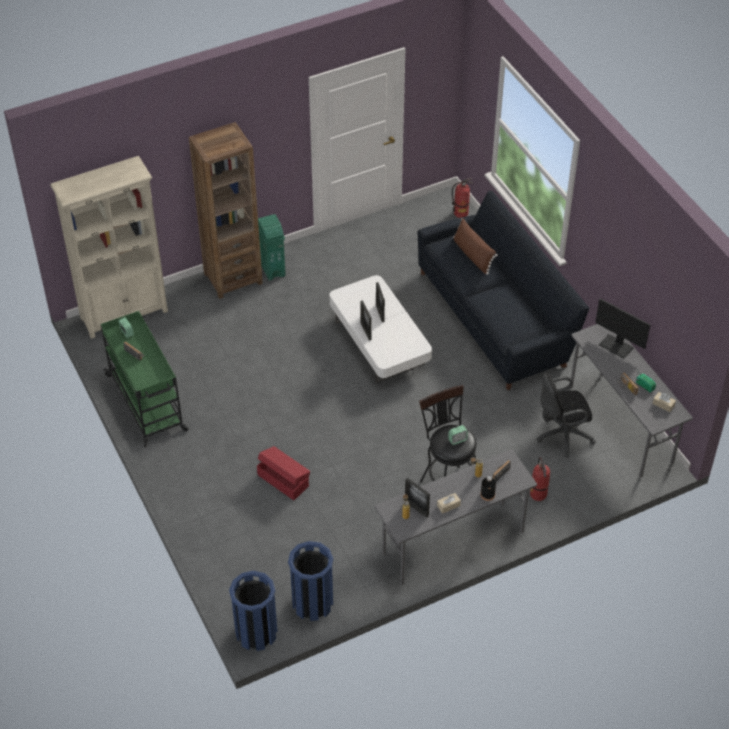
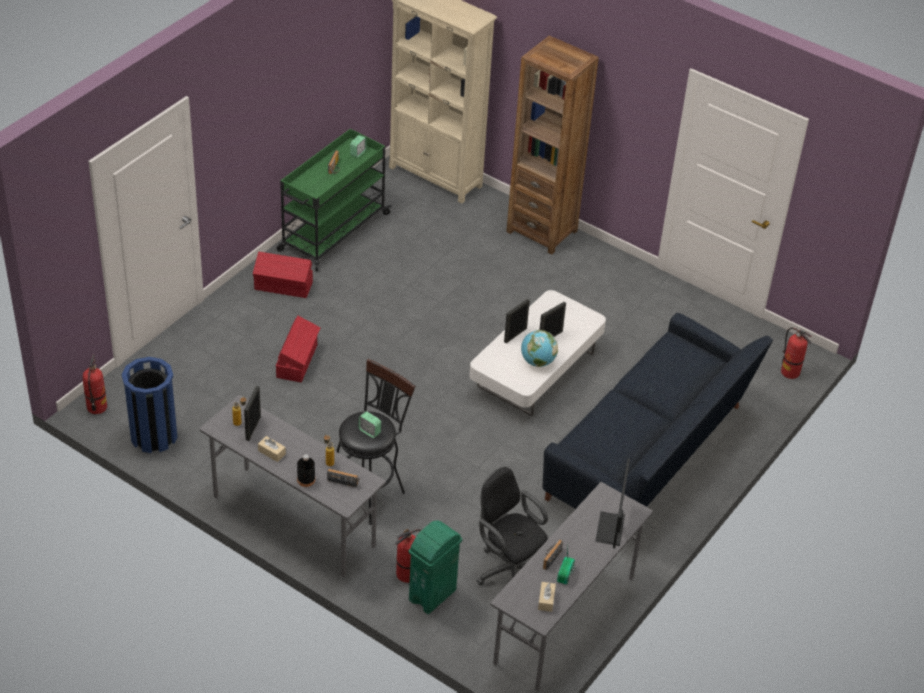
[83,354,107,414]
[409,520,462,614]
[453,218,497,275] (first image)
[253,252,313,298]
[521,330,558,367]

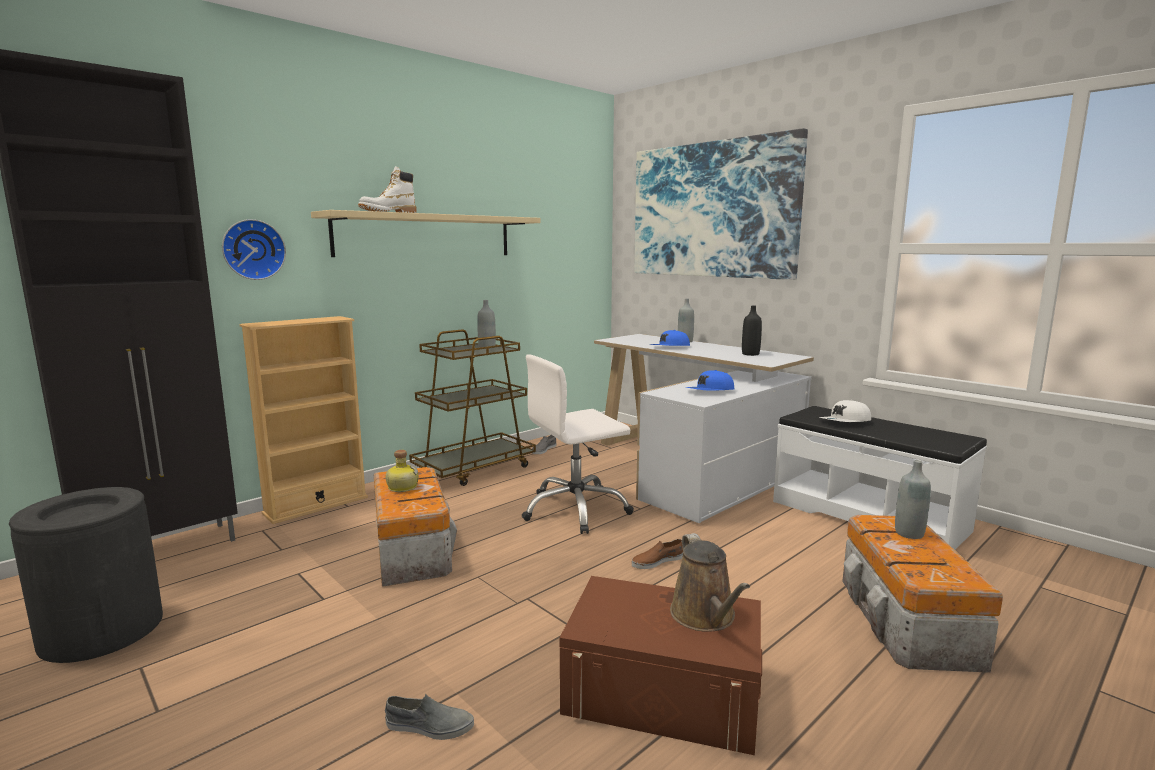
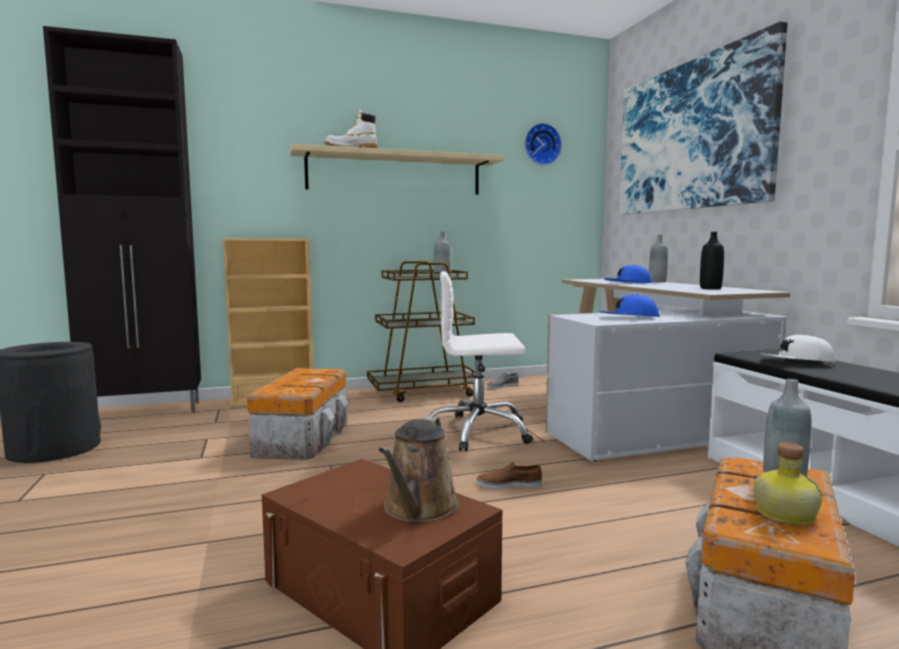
[525,123,562,166]
[753,442,823,525]
[385,694,474,740] (first image)

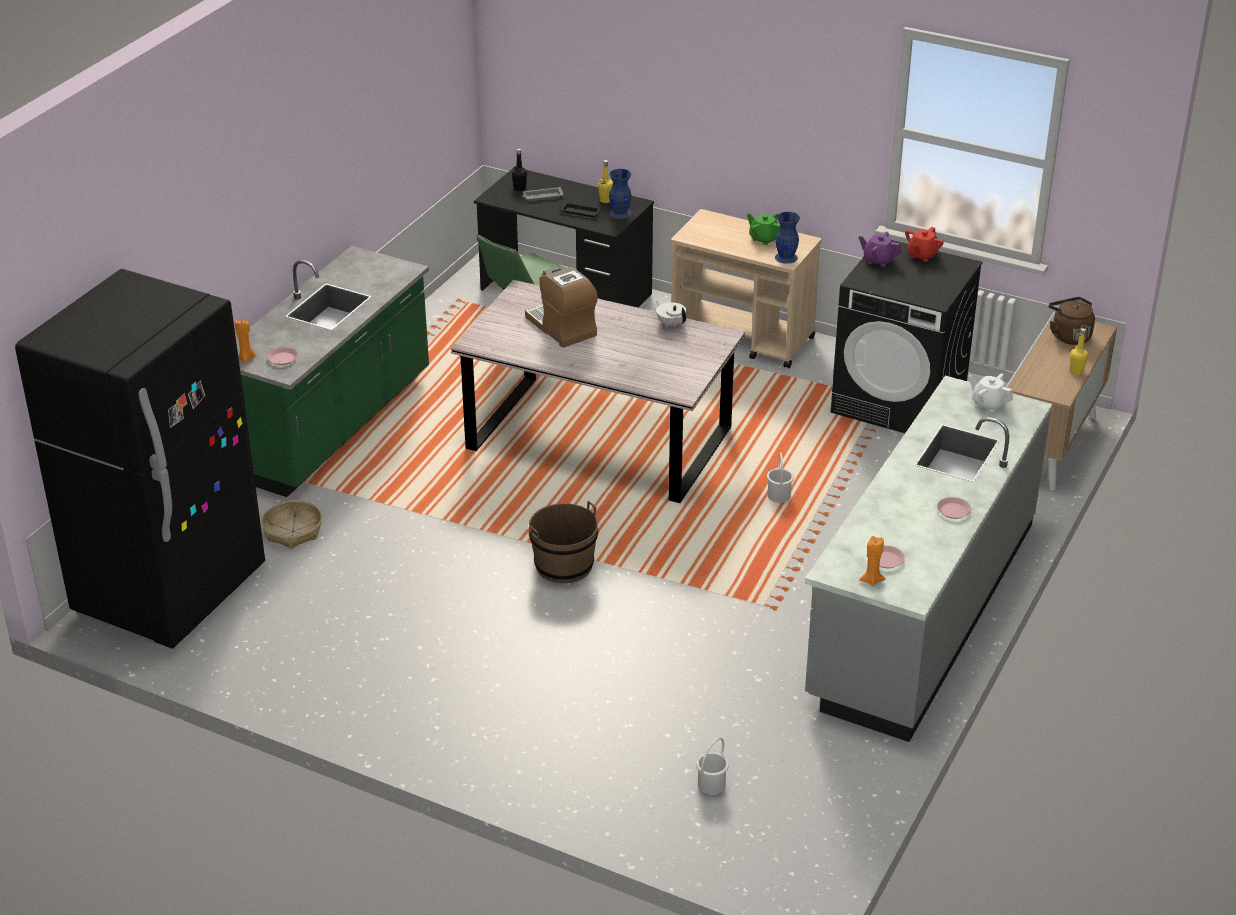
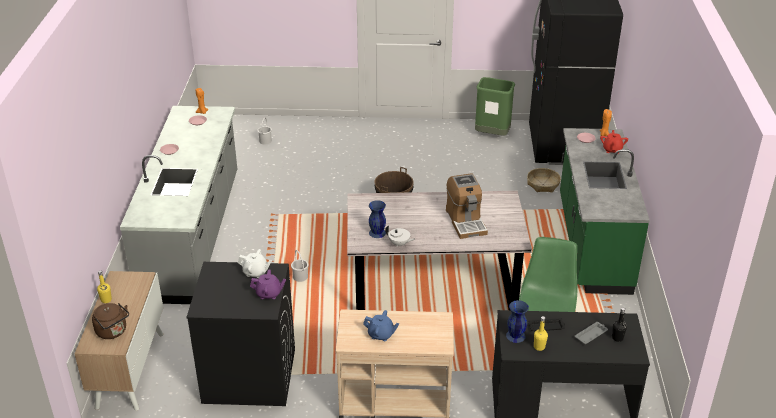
[446,173,488,239]
[363,310,399,341]
[369,200,386,238]
[600,130,628,154]
[238,249,272,278]
[475,77,515,135]

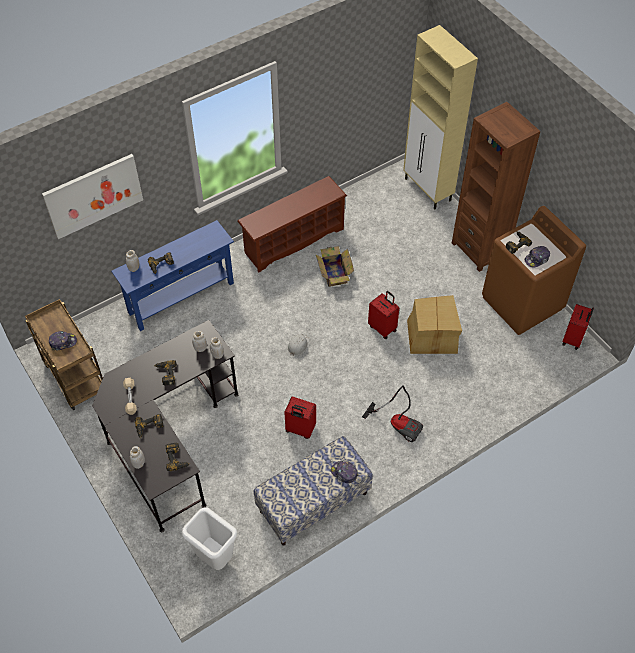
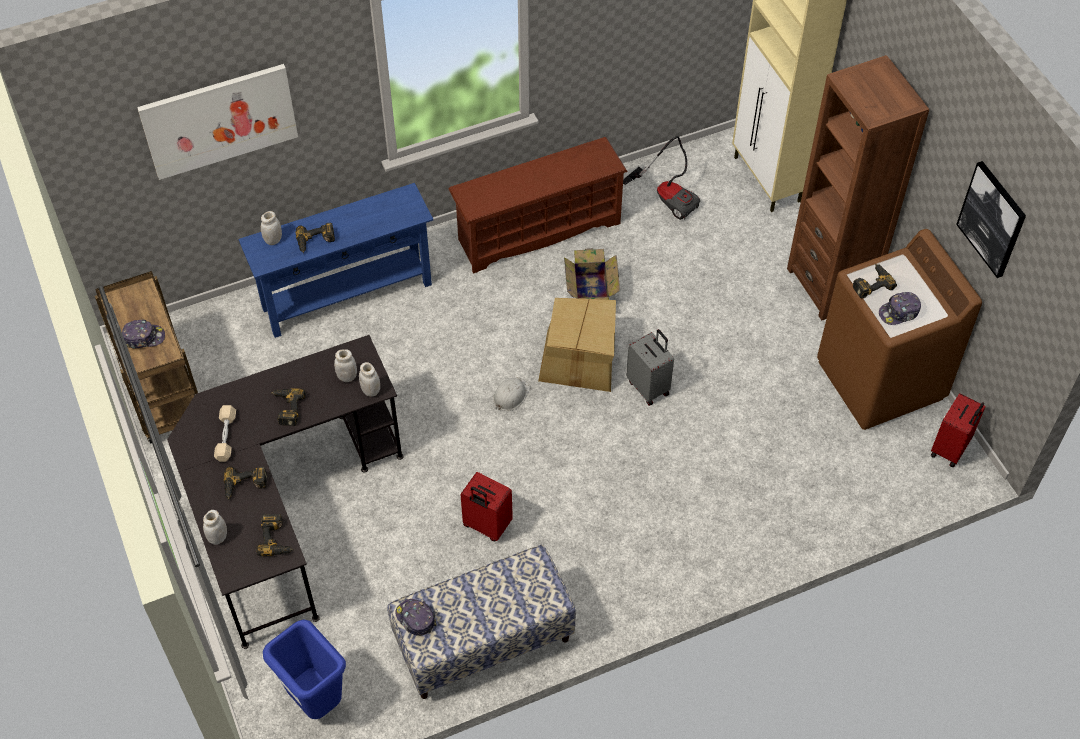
[263,619,346,719]
[395,599,437,636]
[623,136,700,220]
[626,329,674,406]
[538,298,616,392]
[956,161,1026,278]

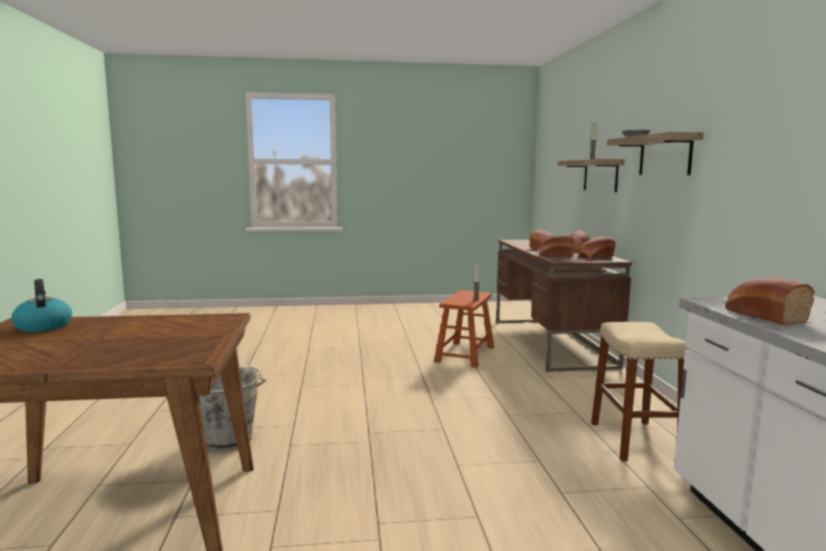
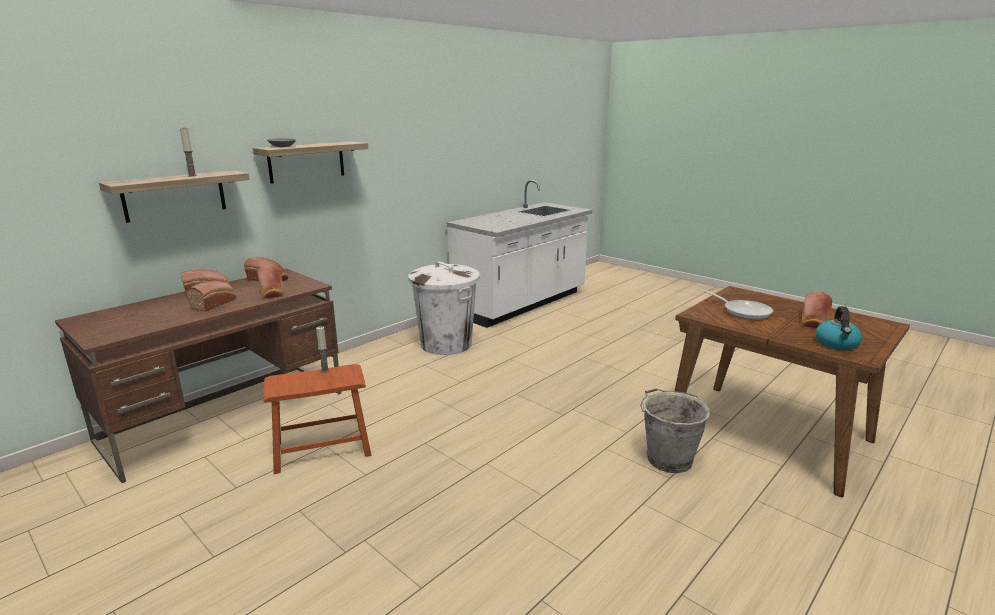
[408,261,480,355]
[801,291,832,328]
[702,290,773,320]

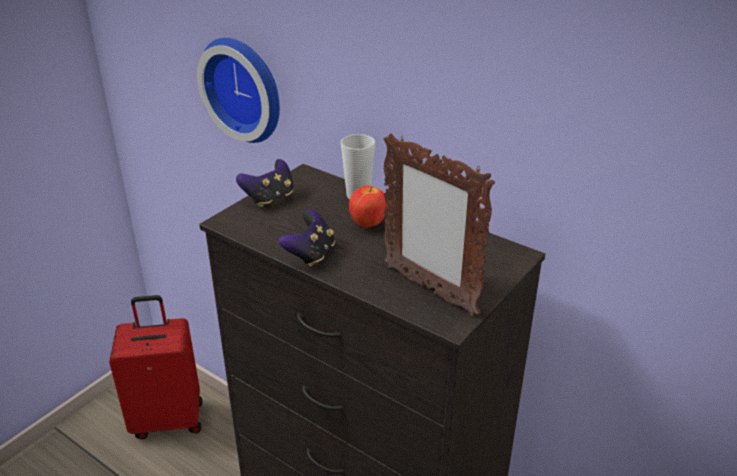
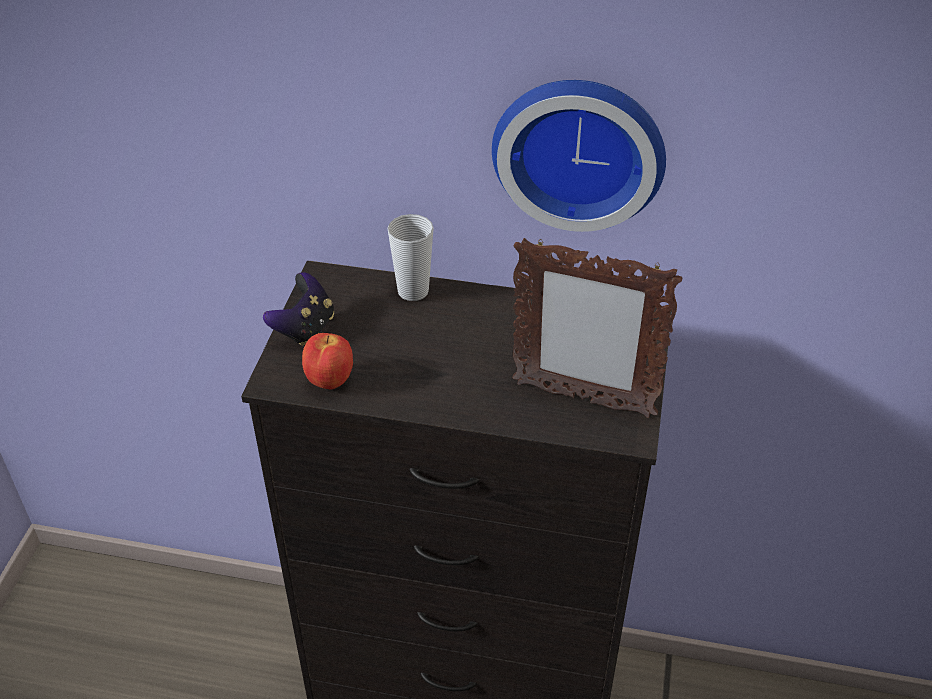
[109,295,203,439] (first image)
[492,80,666,232]
[279,209,335,267] (first image)
[302,333,353,389]

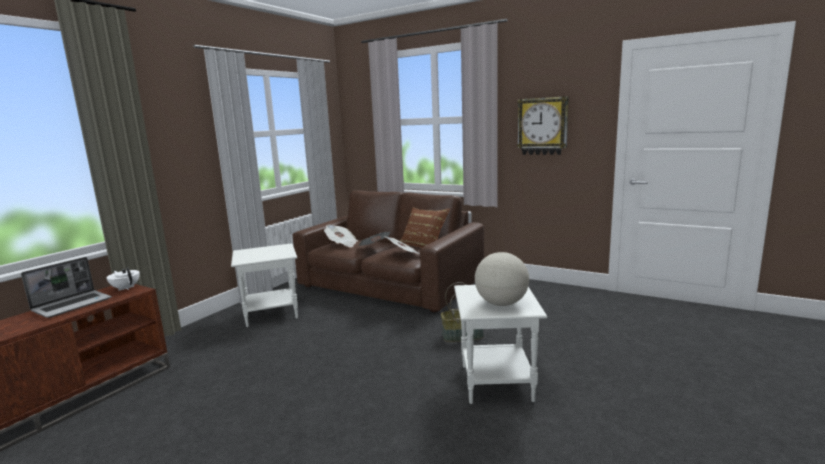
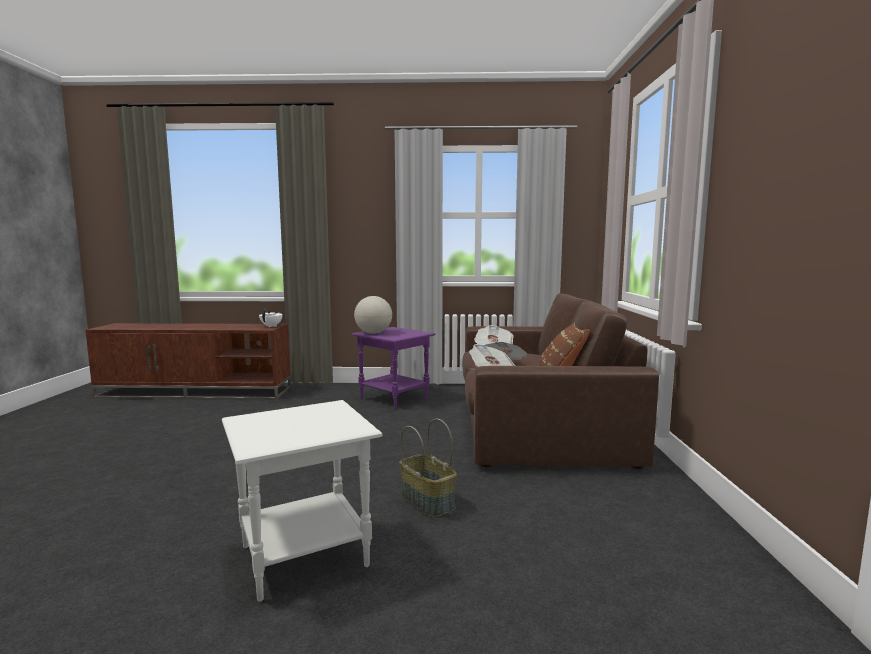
[21,257,112,318] (first image)
[351,327,436,410]
[354,296,392,334]
[517,96,569,155] (first image)

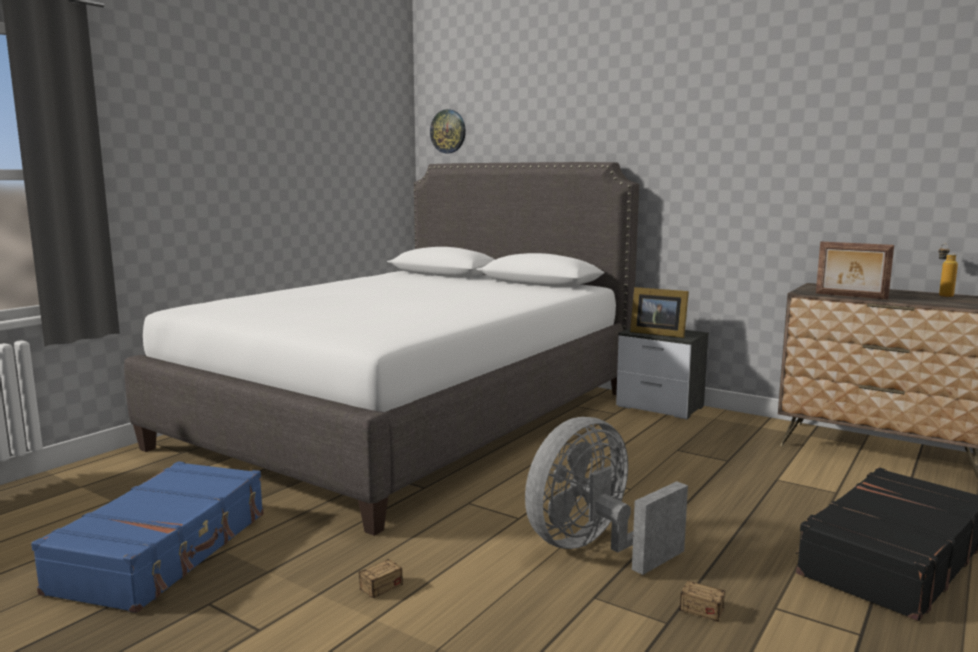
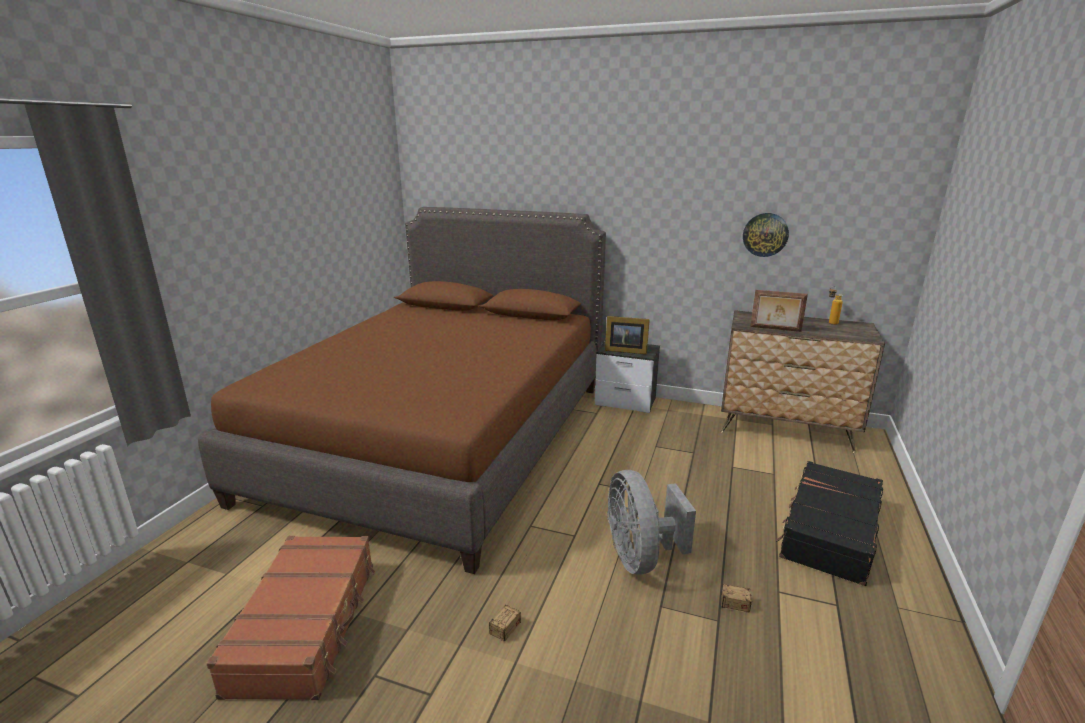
[206,536,375,700]
[198,207,606,574]
[743,213,789,257]
[607,470,696,575]

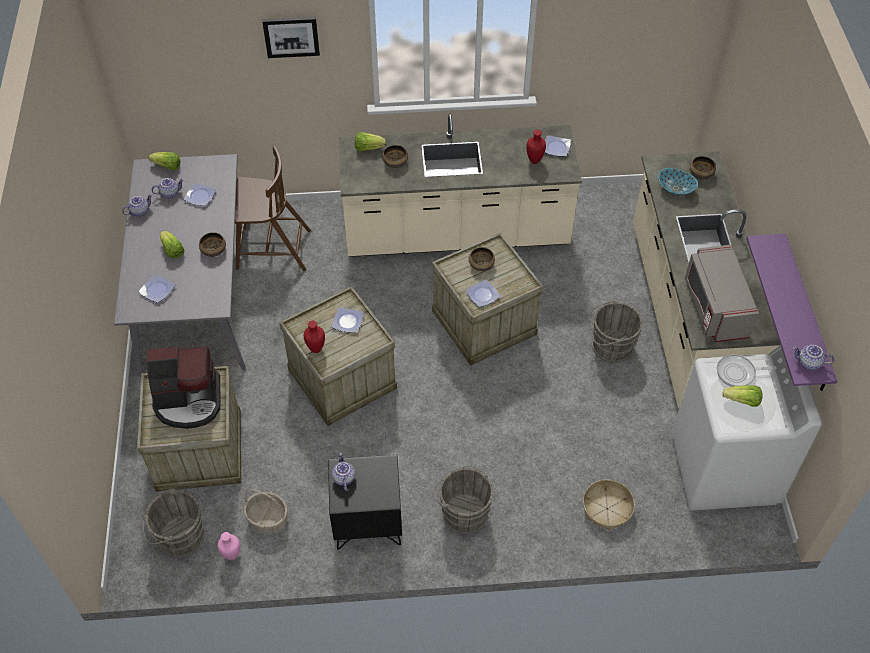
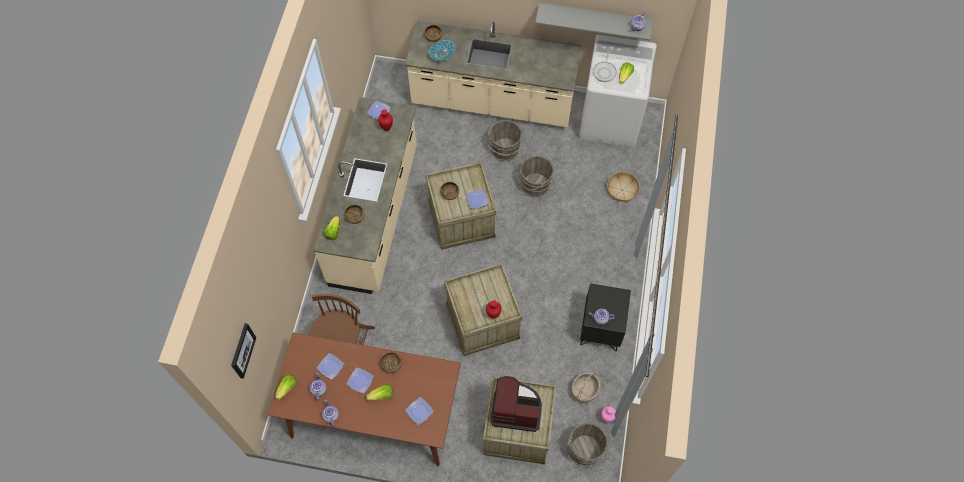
[268,333,461,466]
[490,376,542,432]
[231,323,256,379]
[347,367,374,393]
[516,156,554,197]
[685,245,759,342] (first image)
[535,3,653,40]

